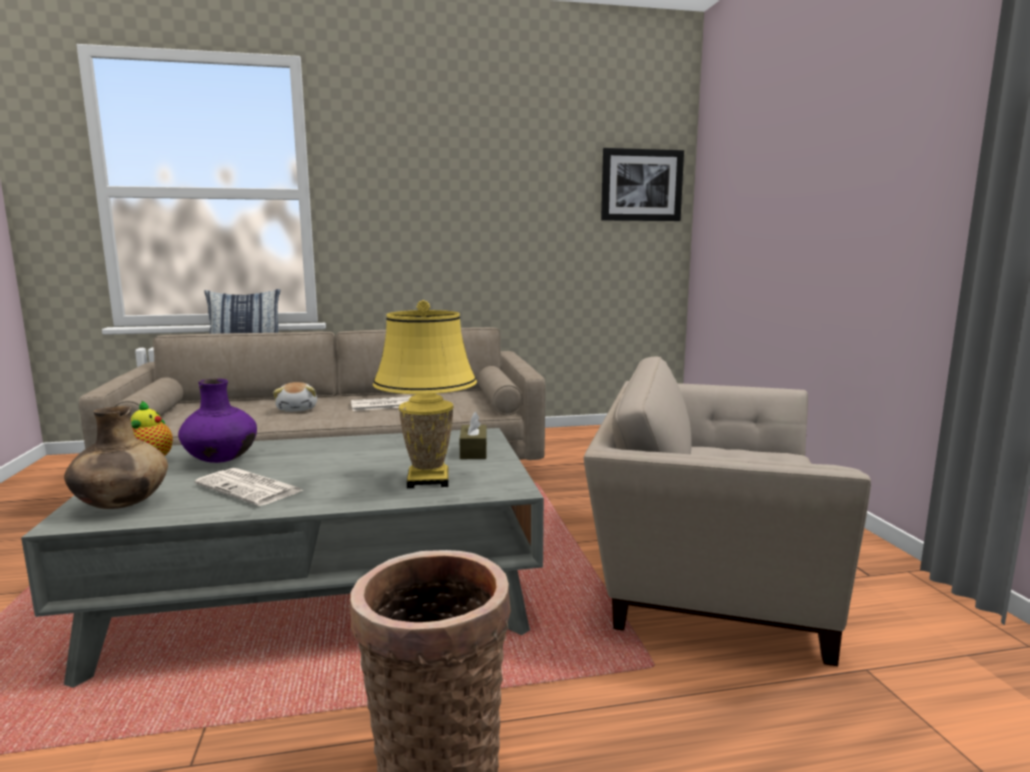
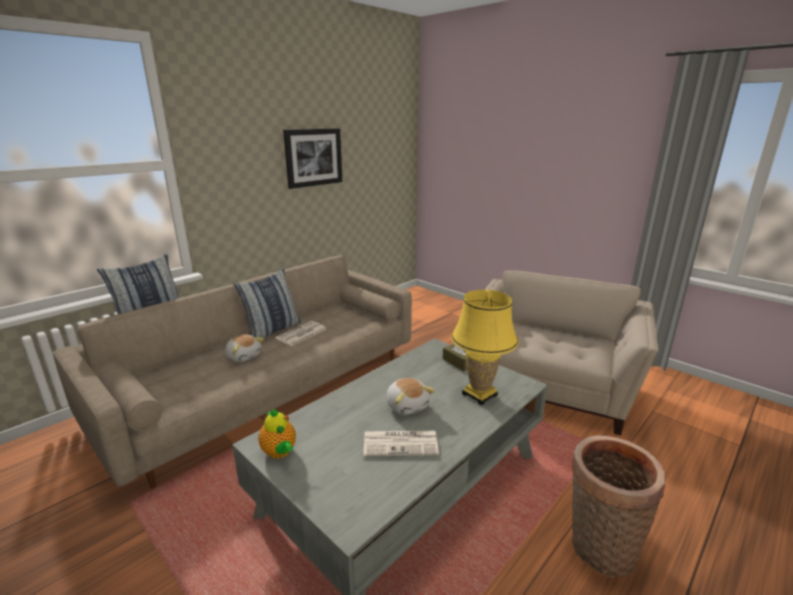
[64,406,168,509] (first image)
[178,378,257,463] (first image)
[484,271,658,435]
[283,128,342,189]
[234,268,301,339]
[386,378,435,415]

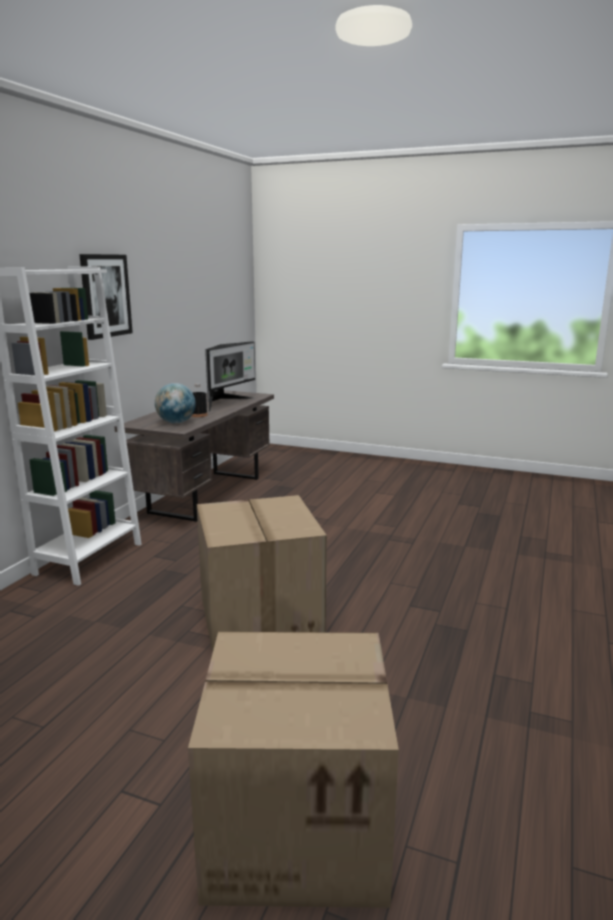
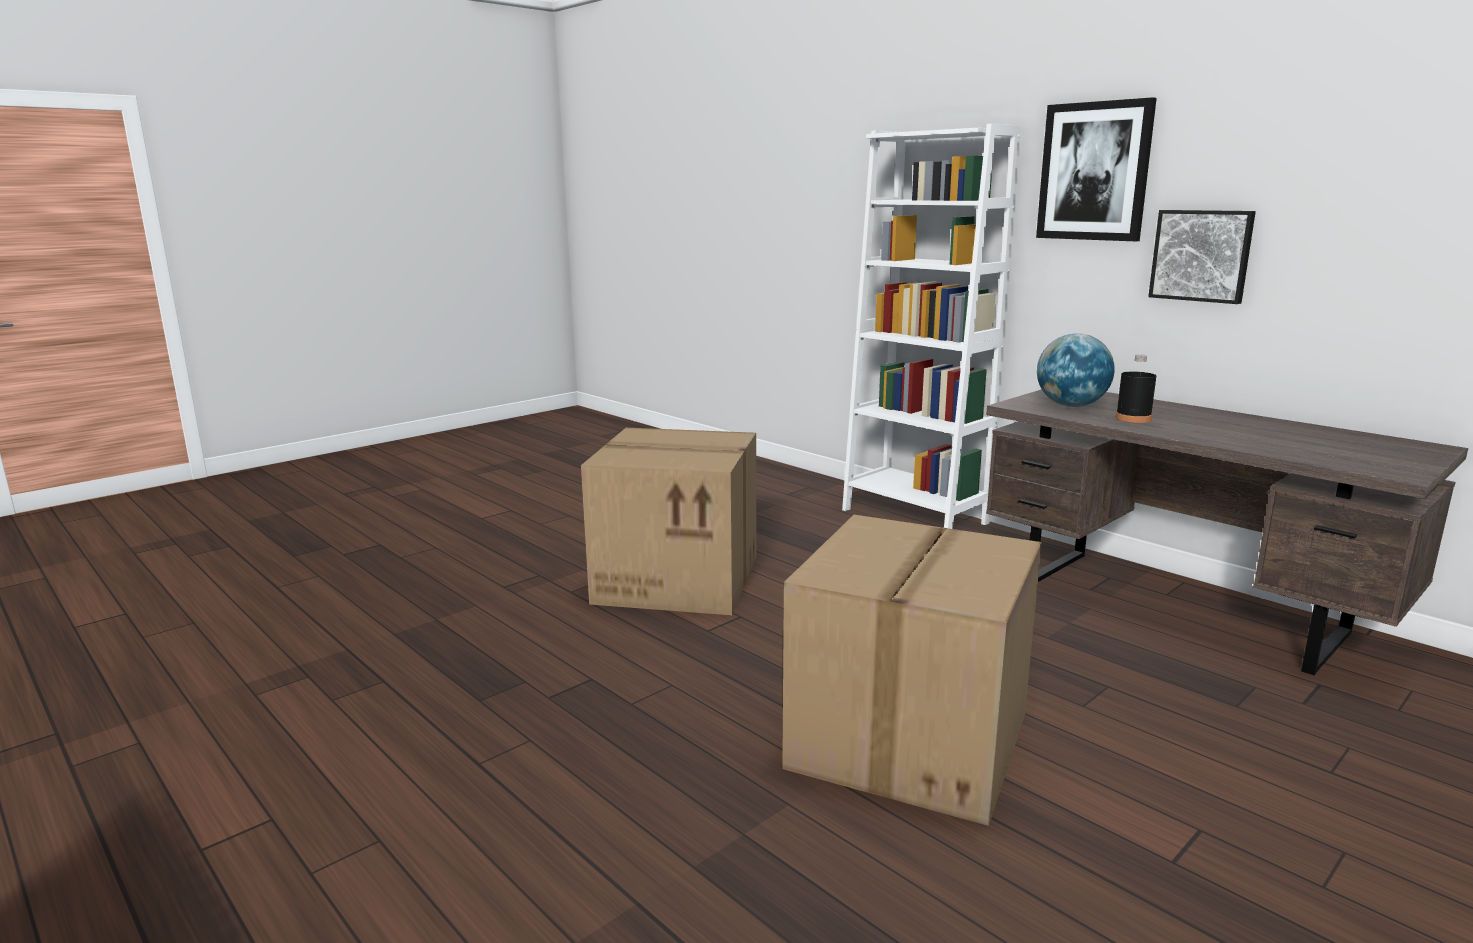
[782,515,1042,826]
[205,341,255,412] (first image)
[1148,210,1256,304]

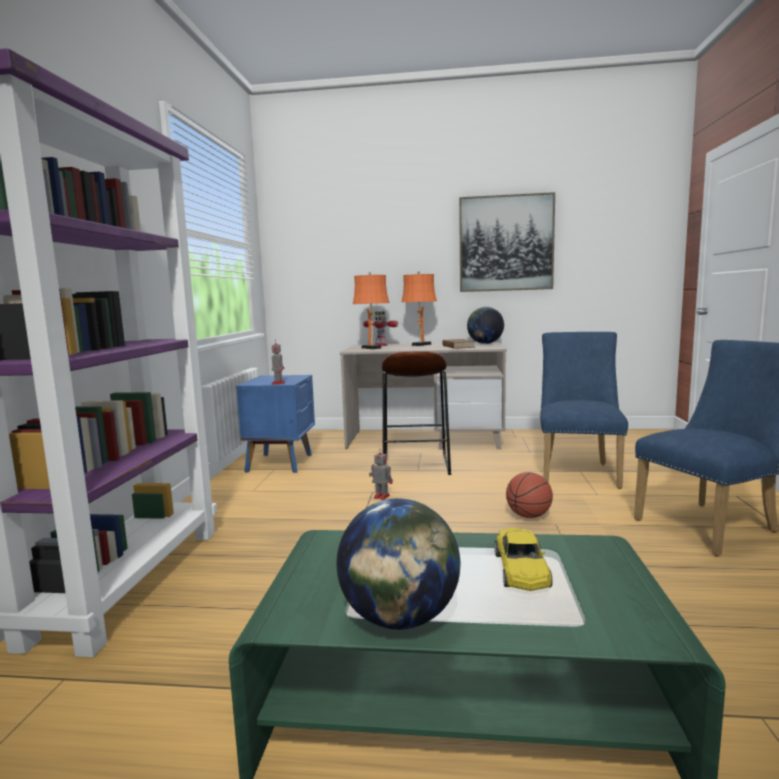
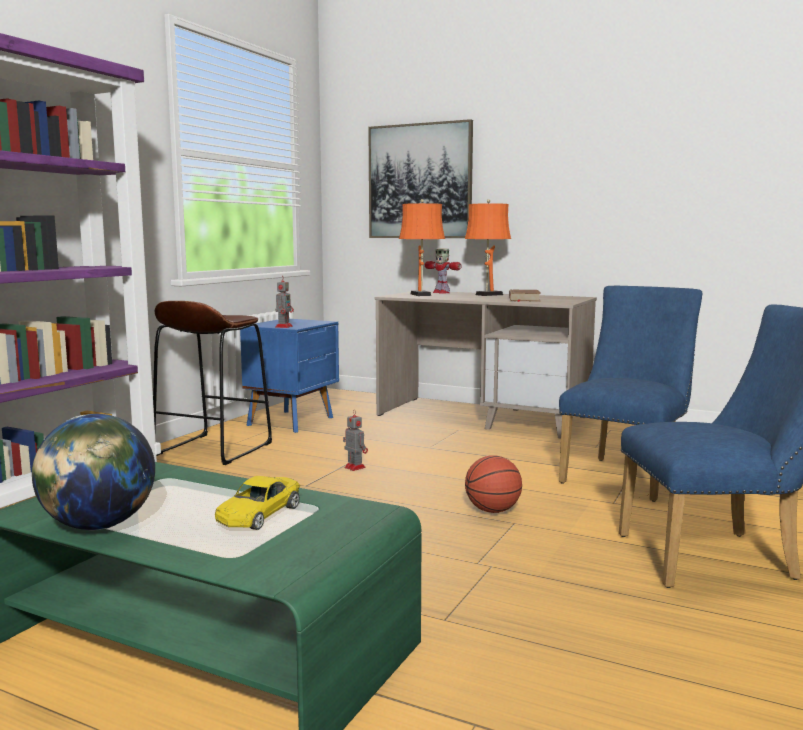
[153,301,272,465]
[368,119,473,238]
[467,307,504,344] (first image)

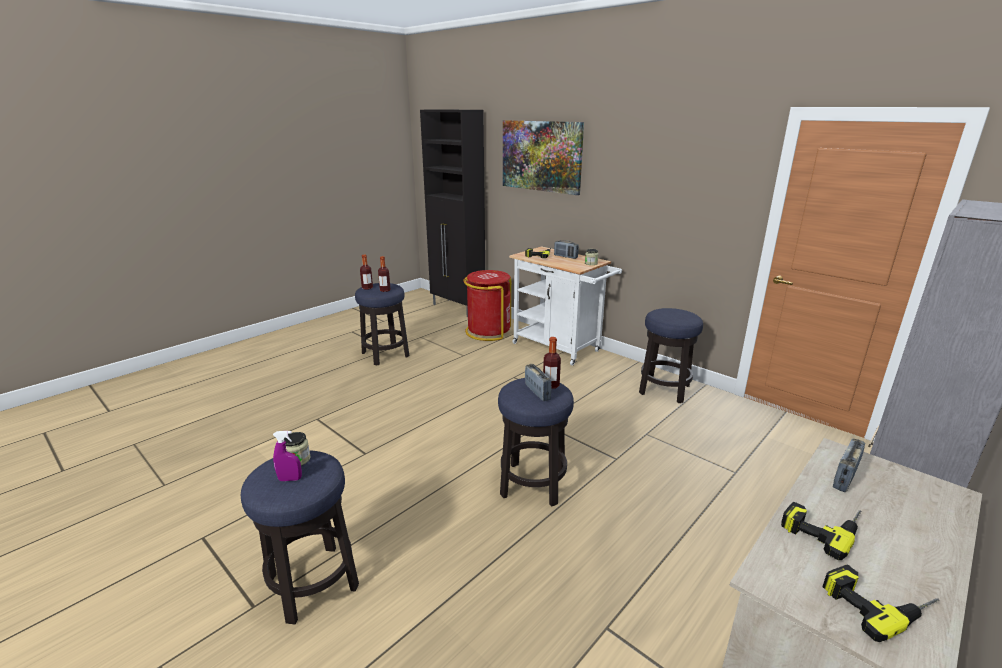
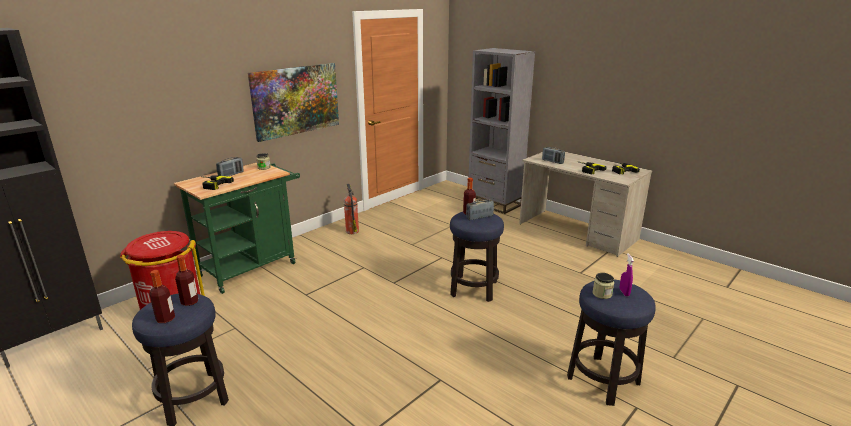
[248,63,339,142]
[174,163,300,294]
[344,183,359,234]

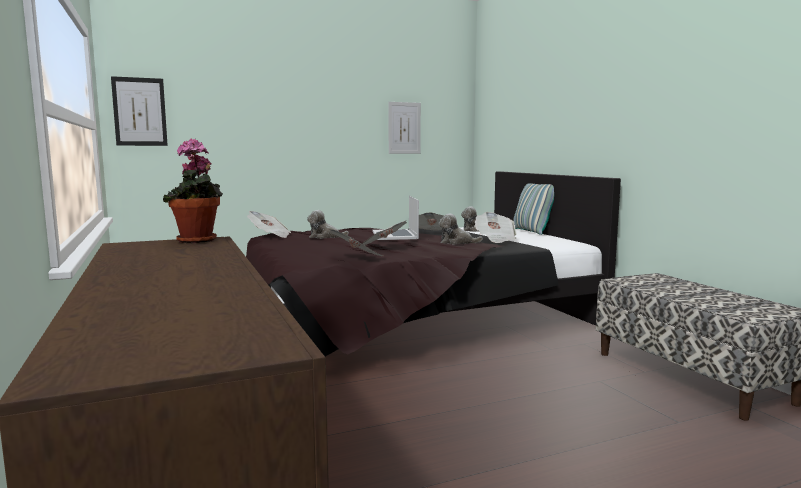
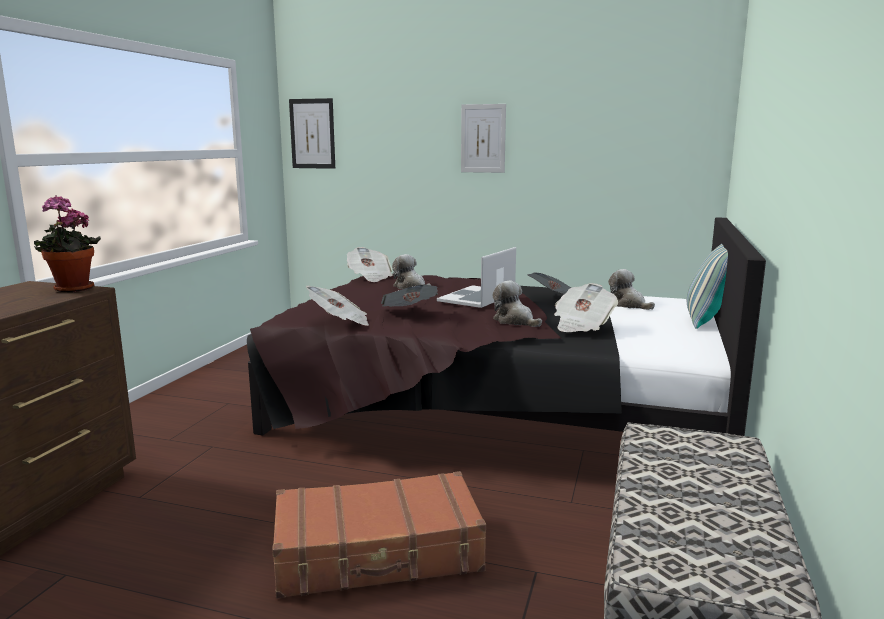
[461,104,506,173]
[272,471,486,599]

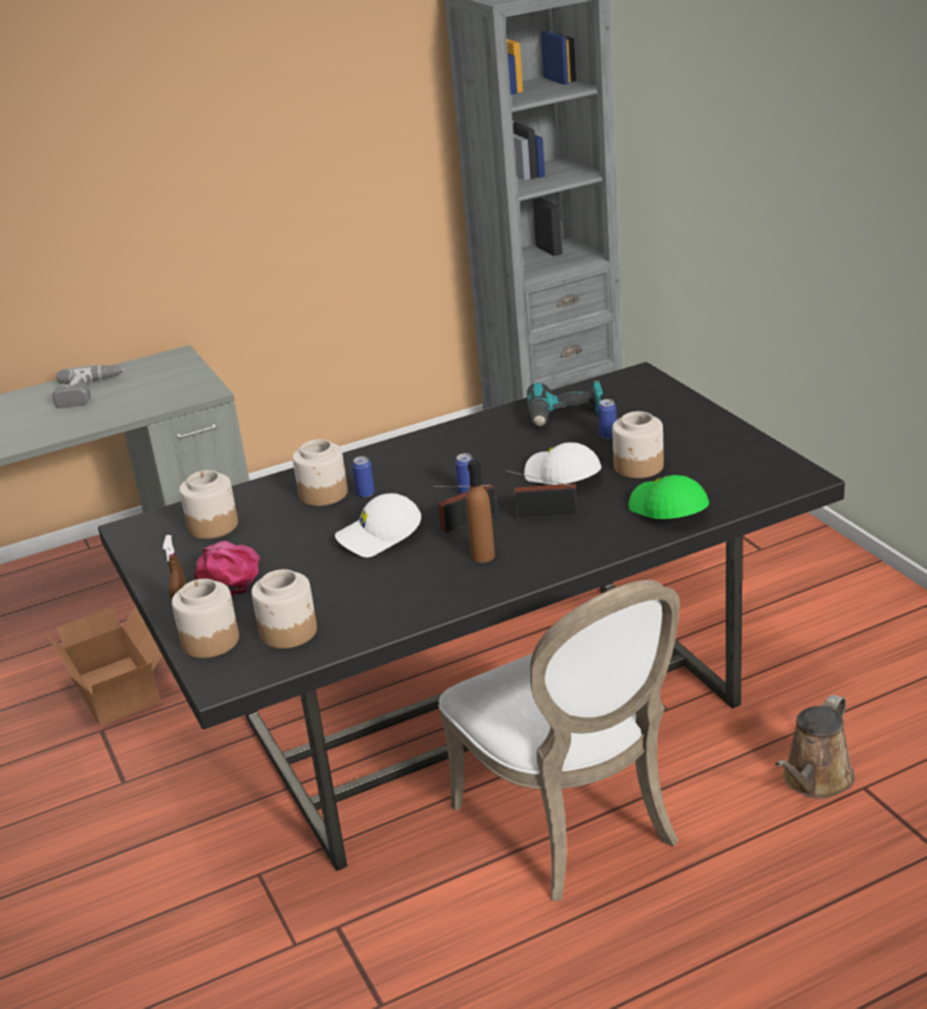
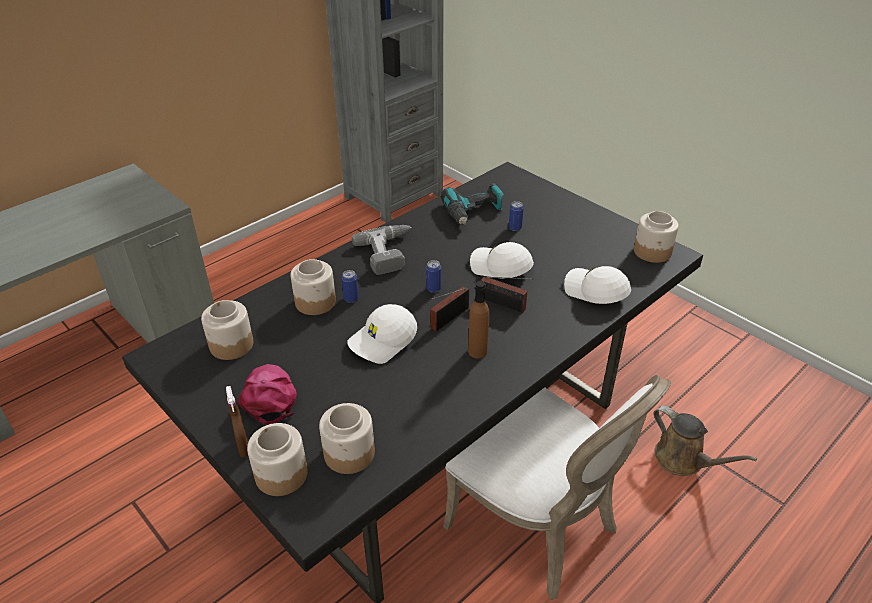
[45,607,163,726] (first image)
[352,225,412,275]
[480,276,534,314]
[634,211,679,263]
[564,266,631,304]
[653,406,757,476]

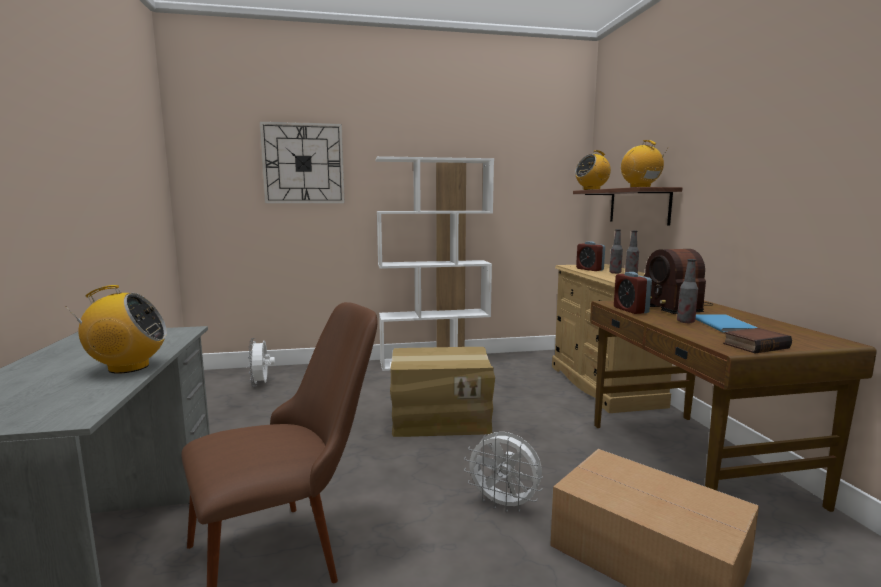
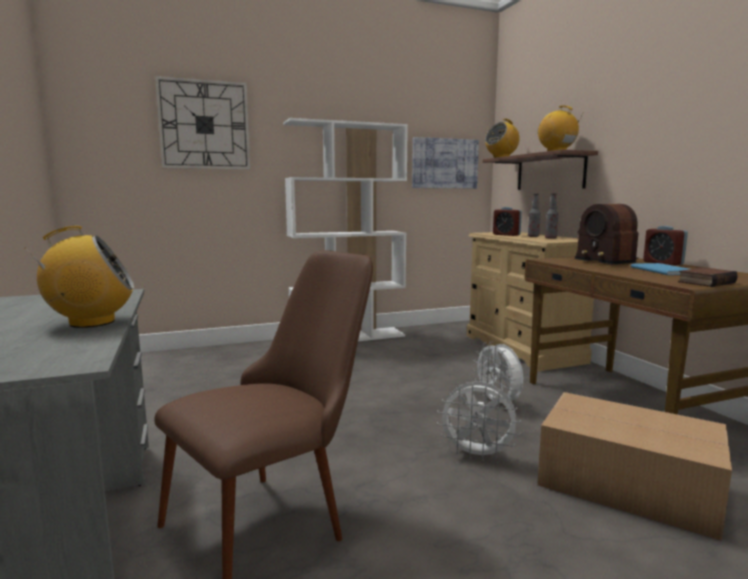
[473,341,523,407]
[390,347,495,437] (first image)
[643,226,688,265]
[677,259,698,323] (first image)
[412,137,479,188]

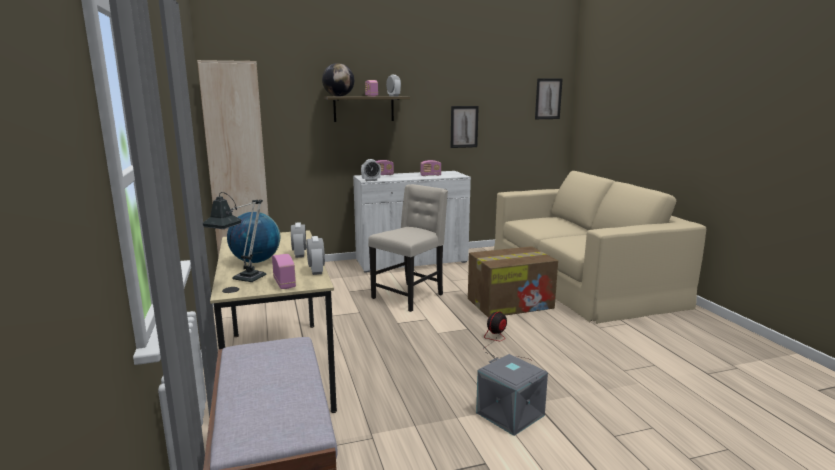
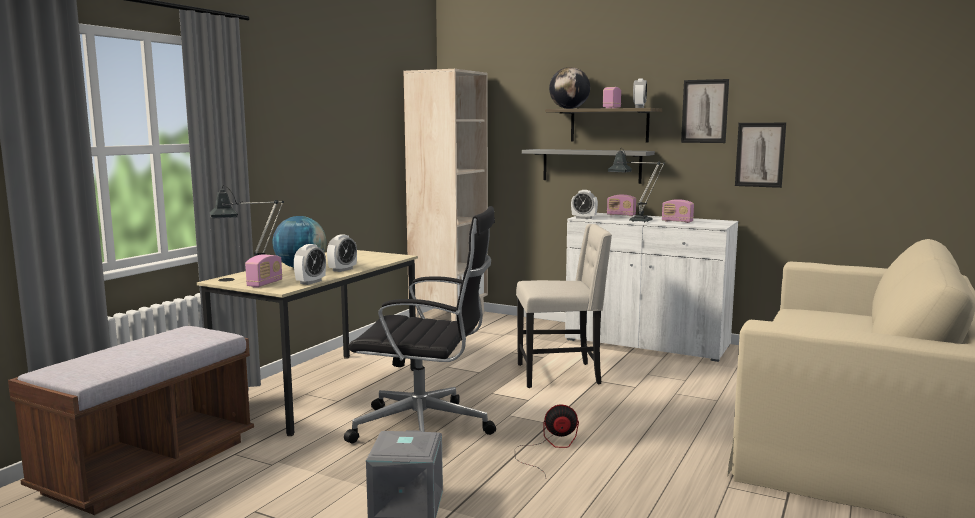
[468,246,558,318] (first image)
[681,79,729,143]
[344,206,496,444]
[522,149,655,184]
[608,148,665,223]

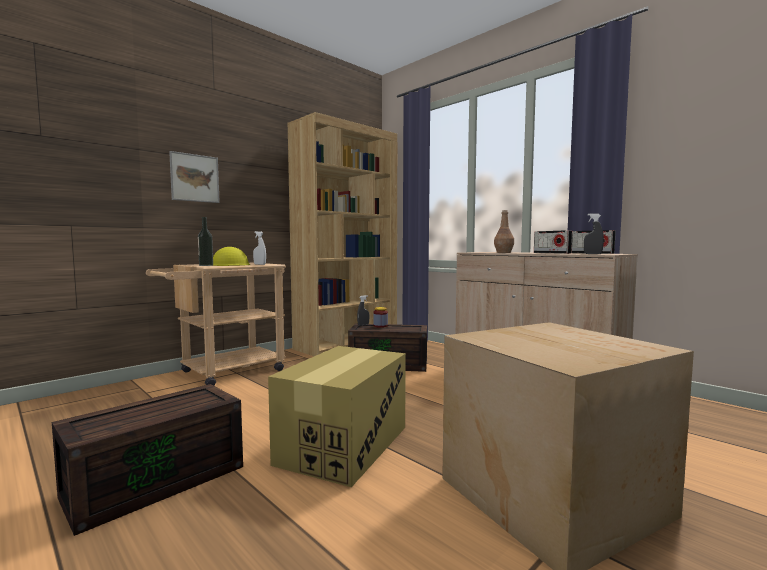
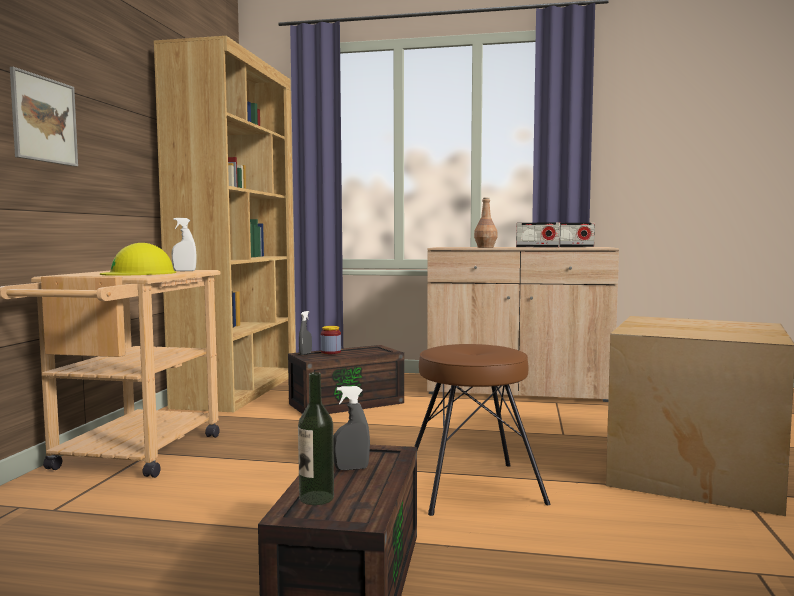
[298,372,334,505]
[414,344,550,516]
[333,386,370,470]

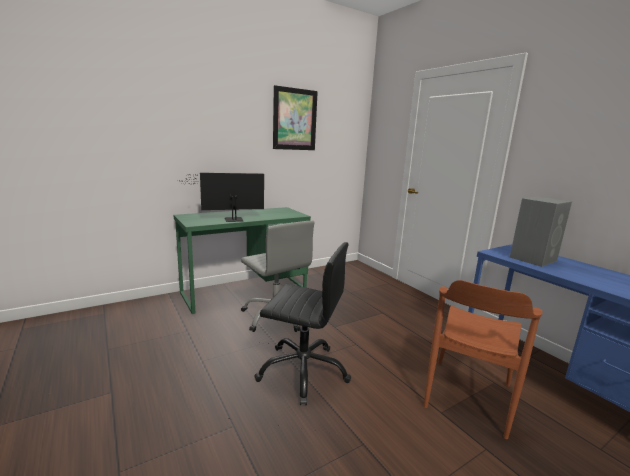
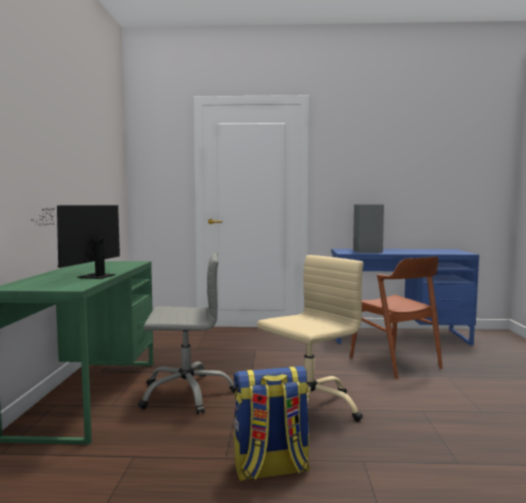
[257,255,363,422]
[273,85,318,150] (first image)
[234,366,310,481]

